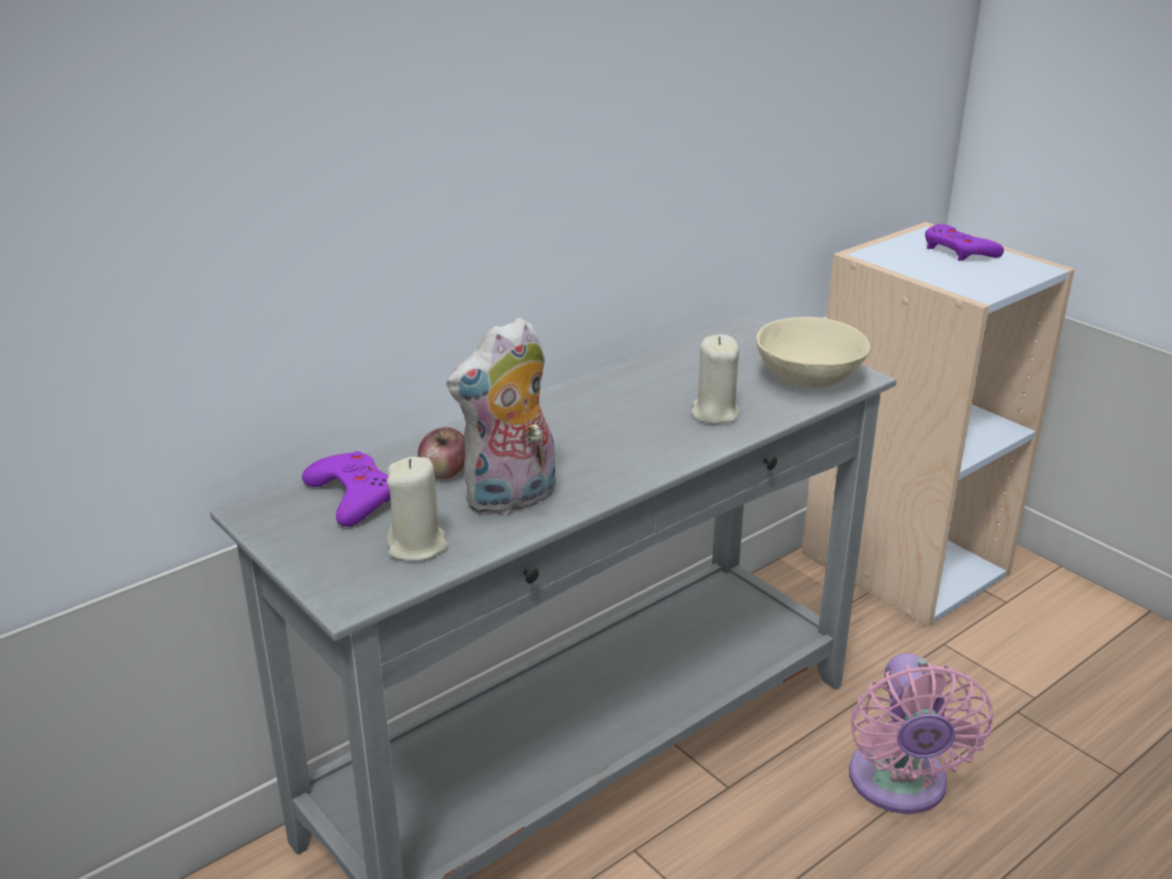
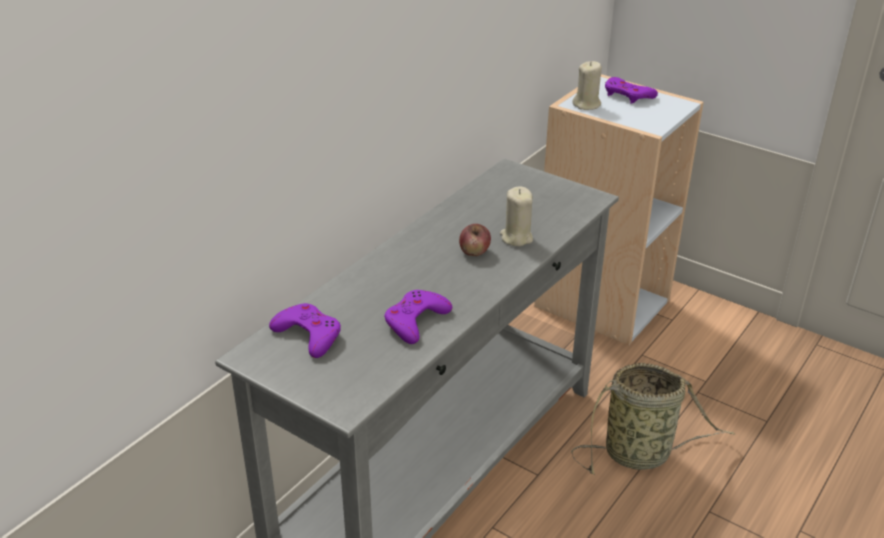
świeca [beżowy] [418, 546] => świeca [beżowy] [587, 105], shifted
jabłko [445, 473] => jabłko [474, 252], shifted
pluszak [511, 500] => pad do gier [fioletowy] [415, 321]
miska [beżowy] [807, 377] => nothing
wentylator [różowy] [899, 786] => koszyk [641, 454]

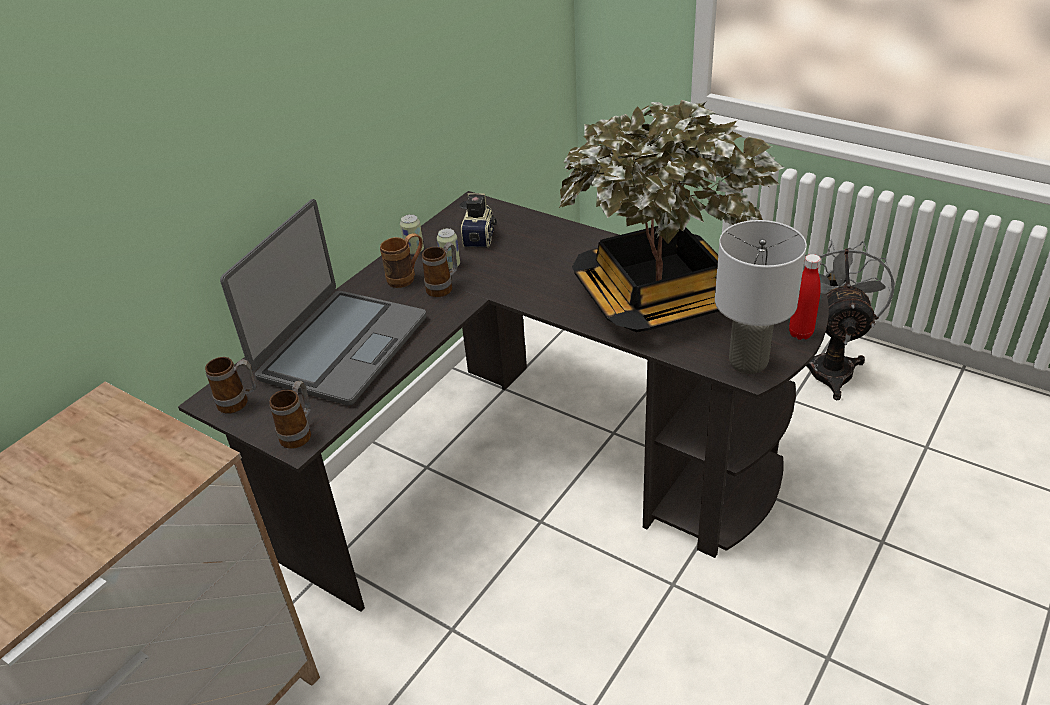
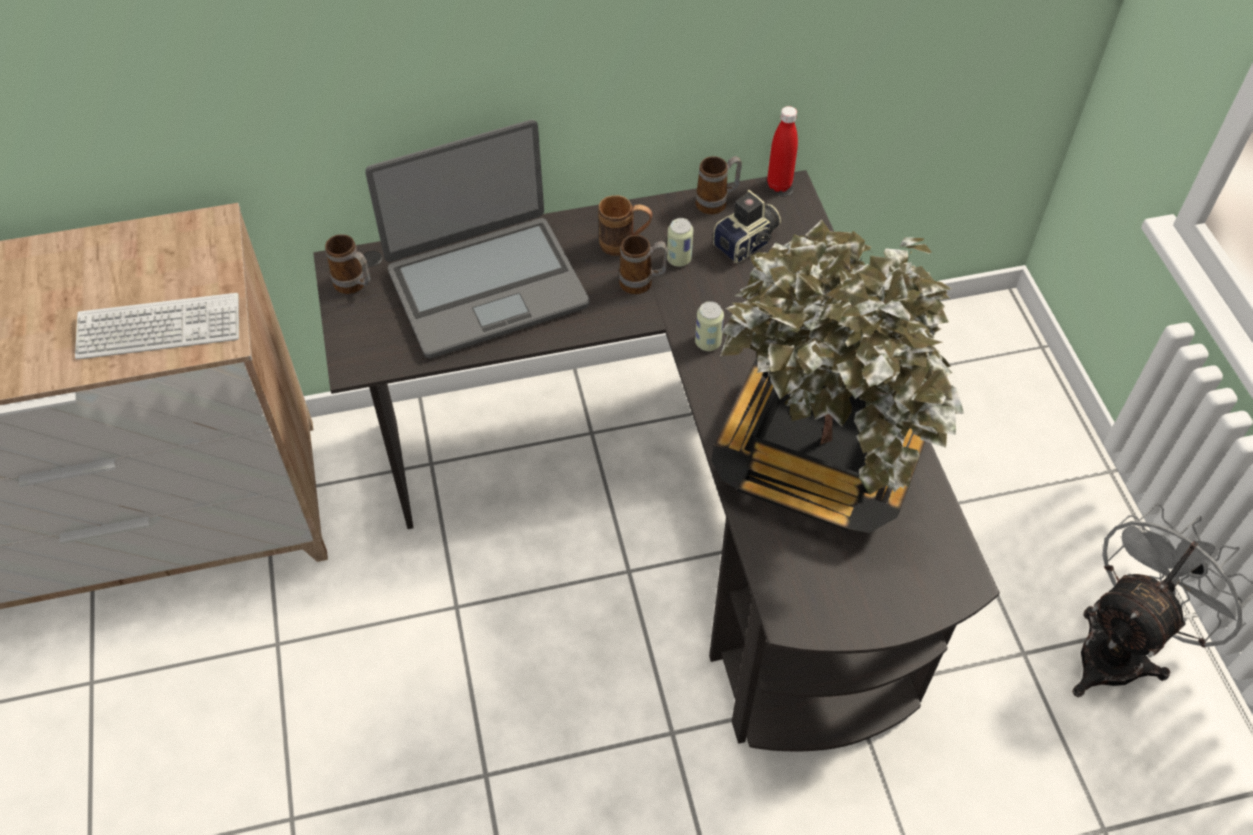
kubek [300, 433] => kubek [717, 202], shifted
puszka [414, 250] => puszka [708, 342], shifted
lampa stołowa [biały] [747, 362] => nothing
butelka [czerwony] [800, 333] => butelka [czerwony] [779, 185], shifted
nothing => klawiatura [159, 328]

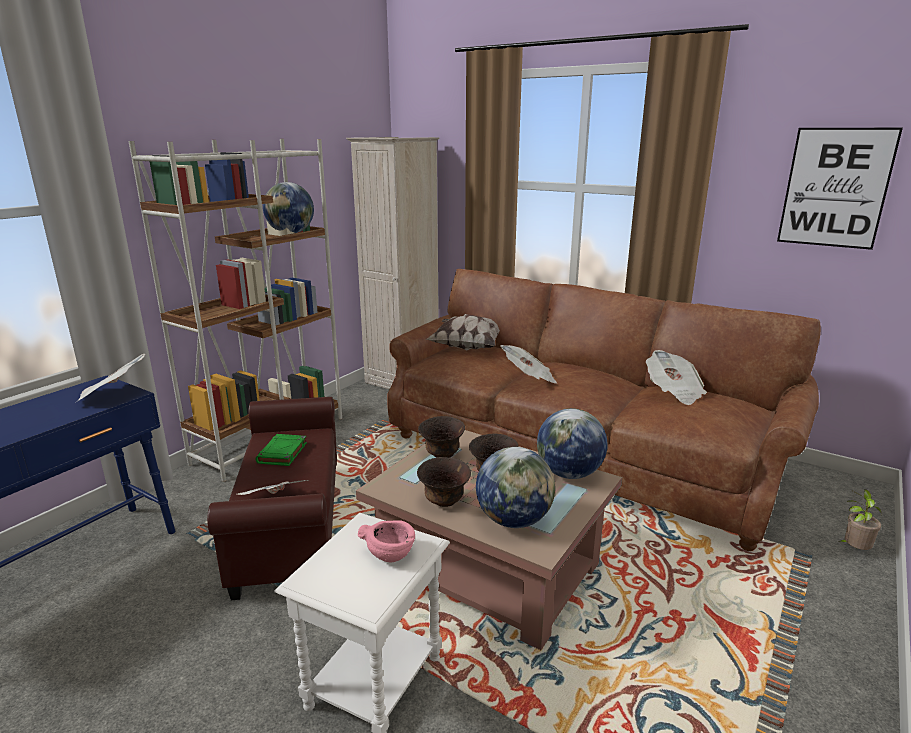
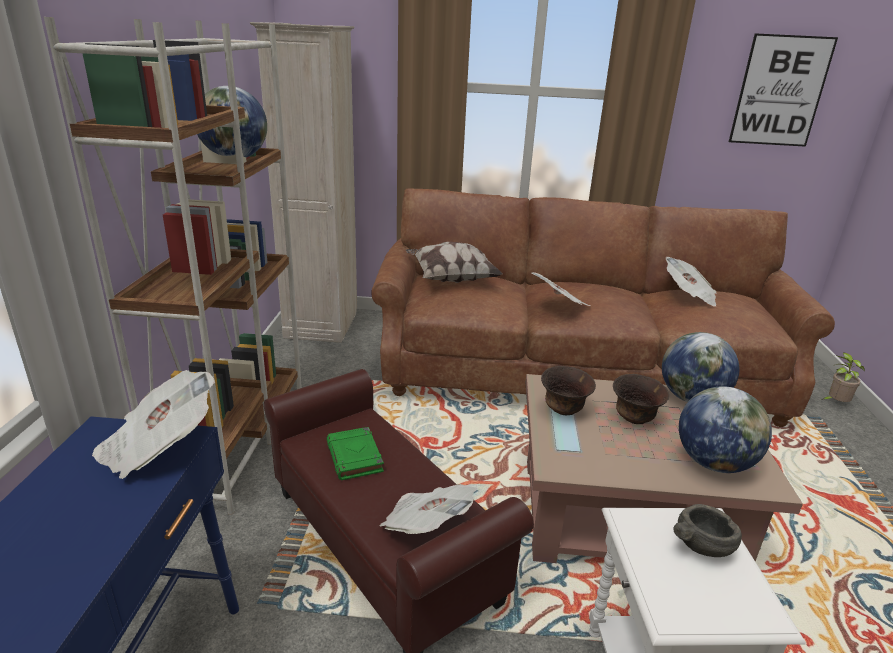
miska [różowy] [391, 553] => miska [szary] [702, 545]
miska [brązowy] [444, 502] => nothing

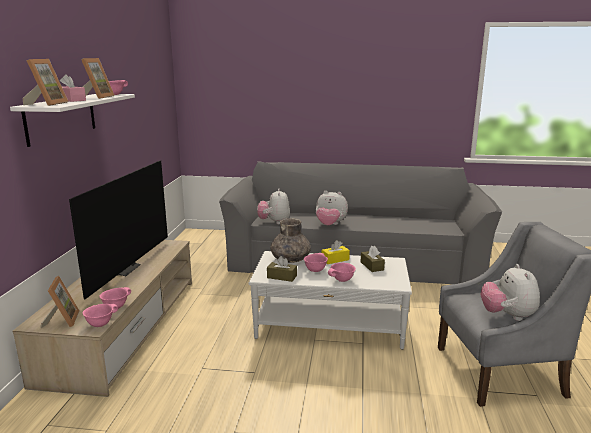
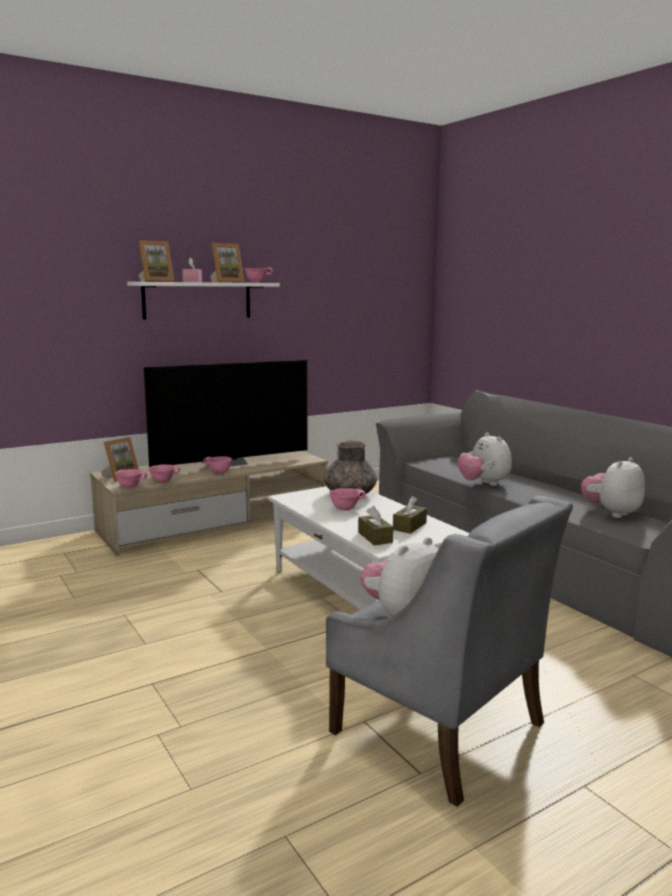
pluszak [274, 222] => pluszak [611, 513], shifted
pudełko chusteczek [brązowy] [282, 277] => pudełko chusteczek [brązowy] [375, 537], shifted
pudełko chusteczek [żółty] [335, 259] => nothing
miska [różowy] [342, 280] => miska [różowy] [218, 473], shifted

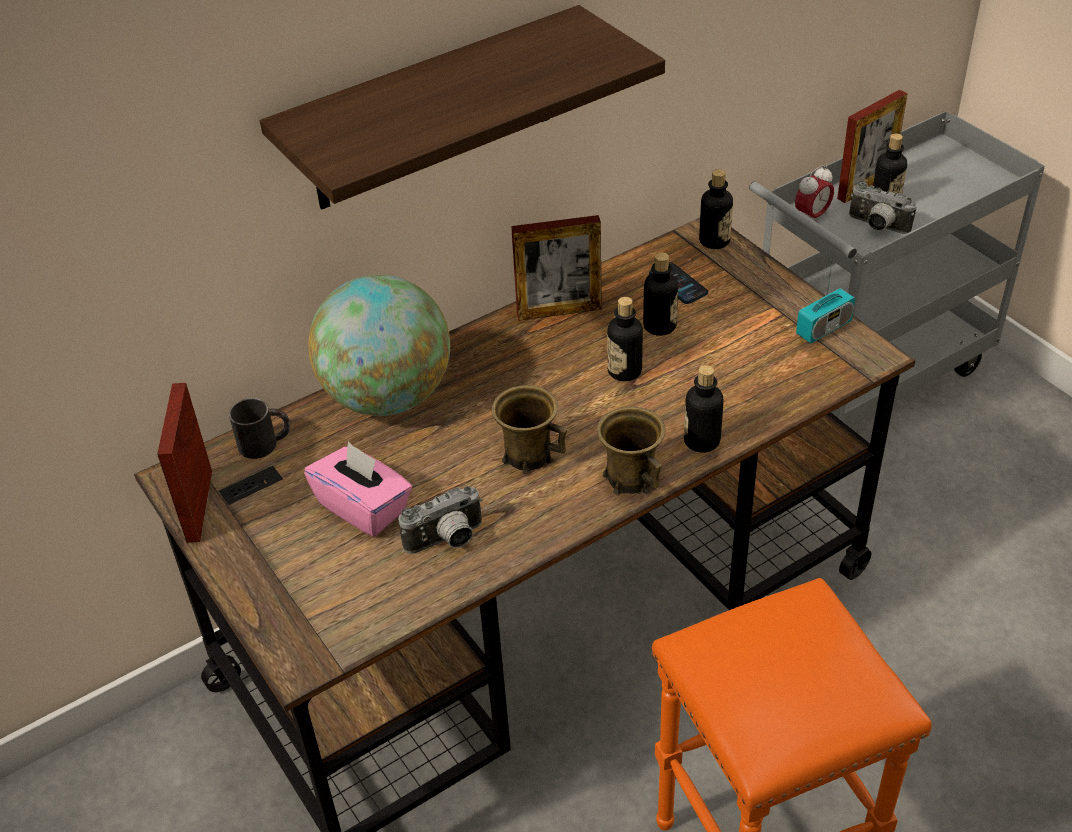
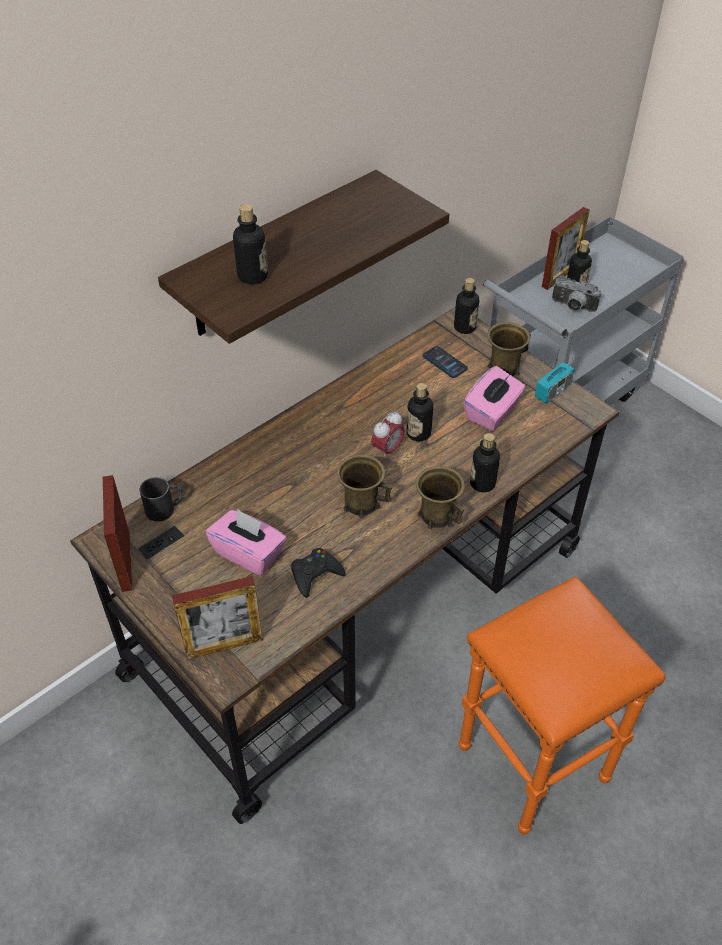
globus [387, 397] => nothing
aparat fotograficzny [447, 541] => pad do gier [czarny] [315, 574]
ramka na zdjęcie [559, 311] => ramka na zdjęcie [224, 645], shifted
butelka [659, 326] => butelka [253, 276], shifted
budzik [812, 216] => budzik [387, 450], shifted
nothing => pudełko chusteczek [różowy] [492, 413]
nothing => kubek [brązowy] [504, 367]

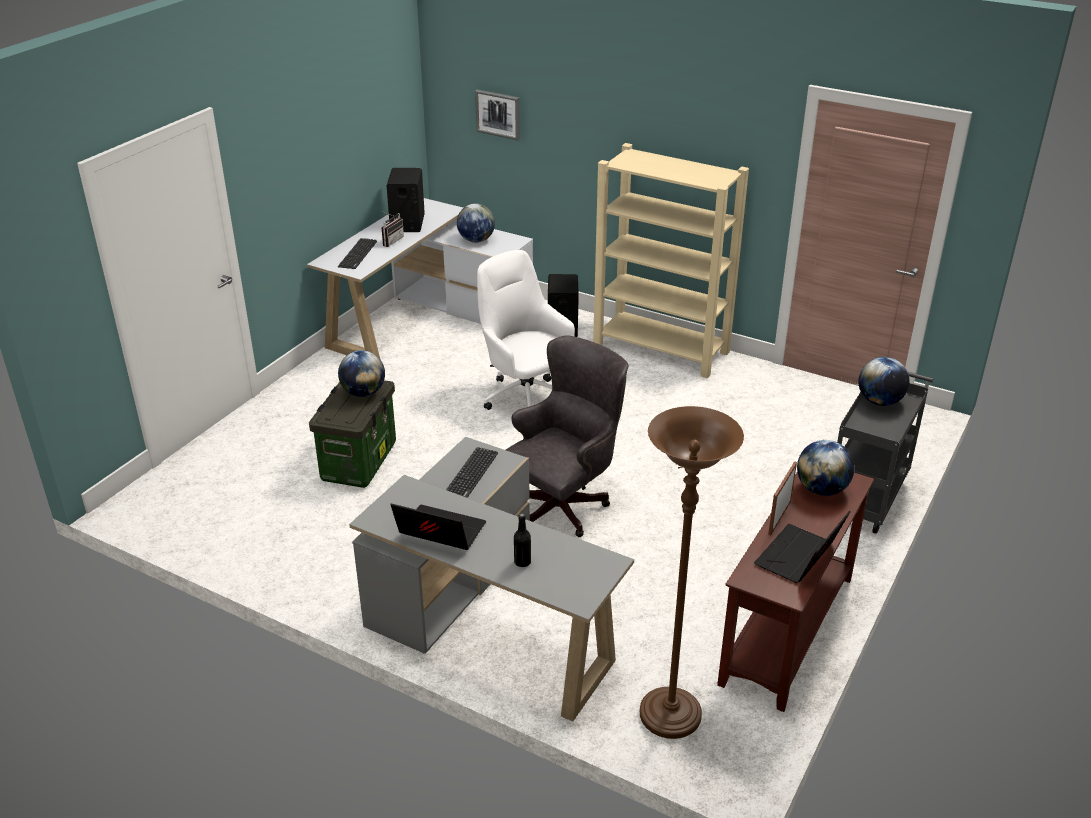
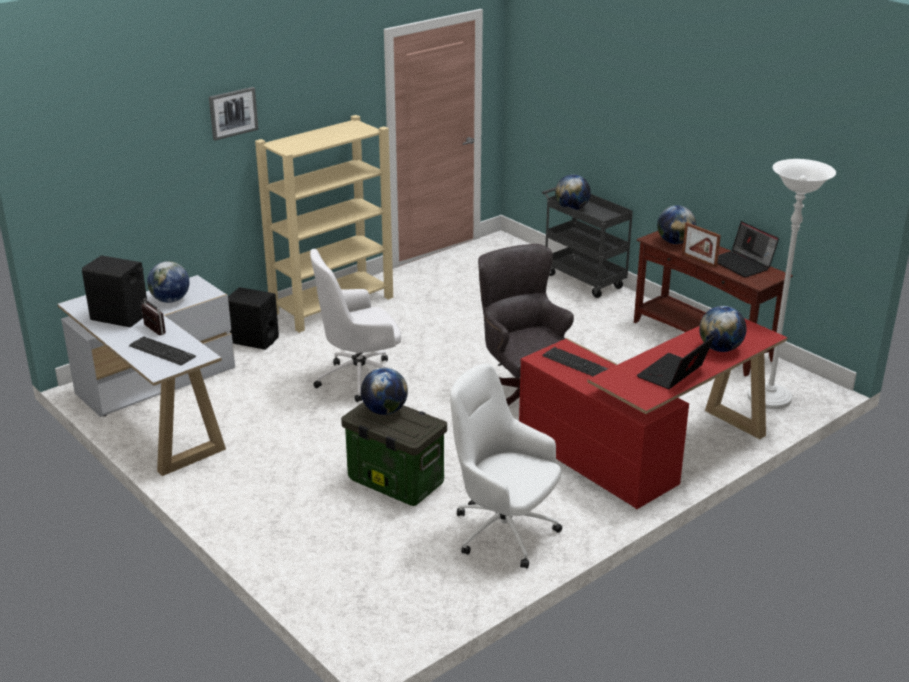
biurko [szary] [486, 619] => biurko [czerwony] [648, 451]
obraz [498, 114] => obraz [233, 113], shifted
butelka [czarny] [522, 562] => globus [720, 349]
lampa stojąca [brązowy] [670, 716] => lampa stojąca [biały] [769, 399]
nothing => krzesło biurowe [biały] [503, 533]

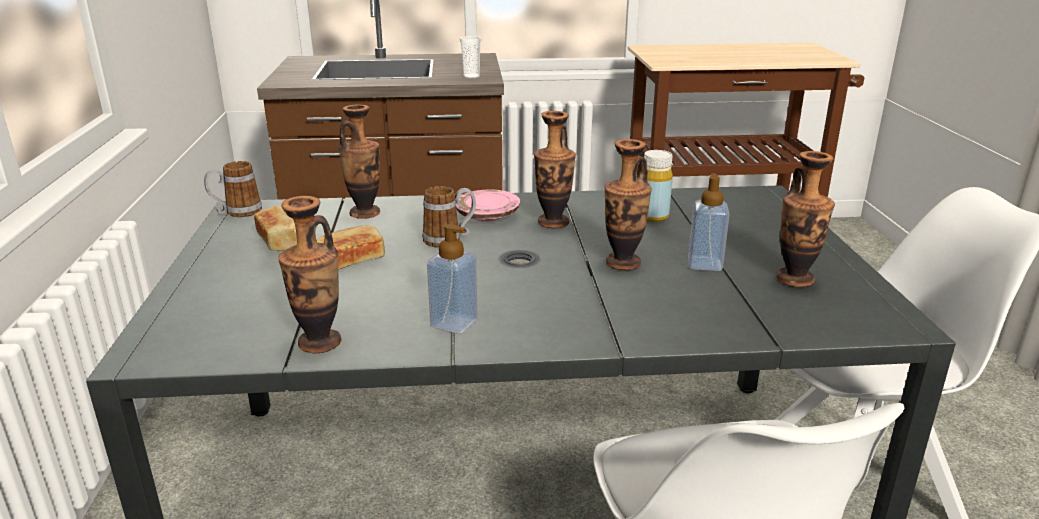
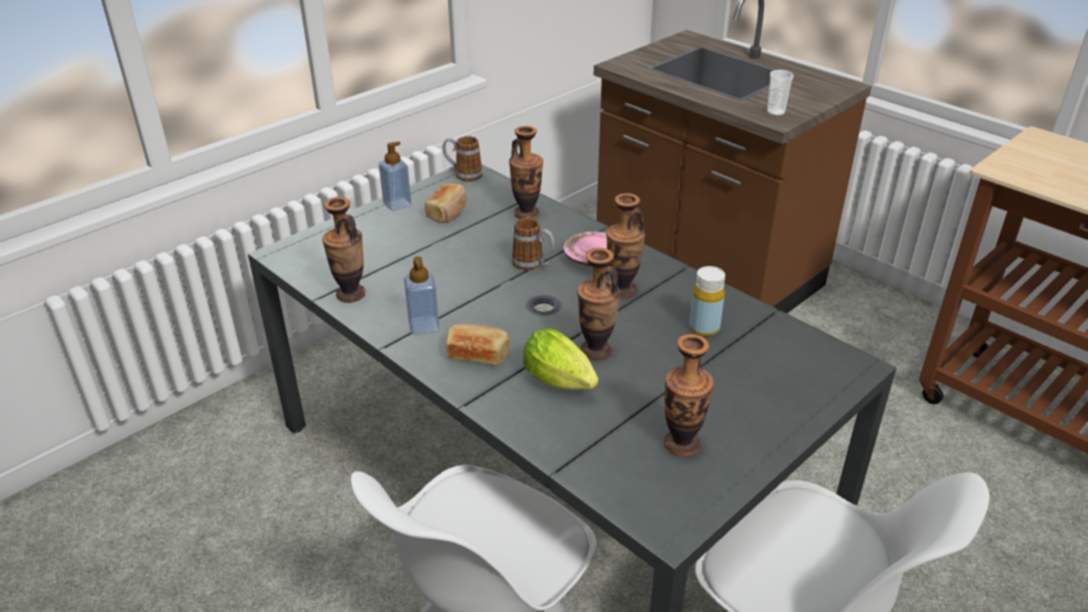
chleb [350, 261] => chleb [478, 354], shifted
dozownik mydła [704, 264] => dozownik mydła [397, 204], shifted
nothing => sałata [562, 383]

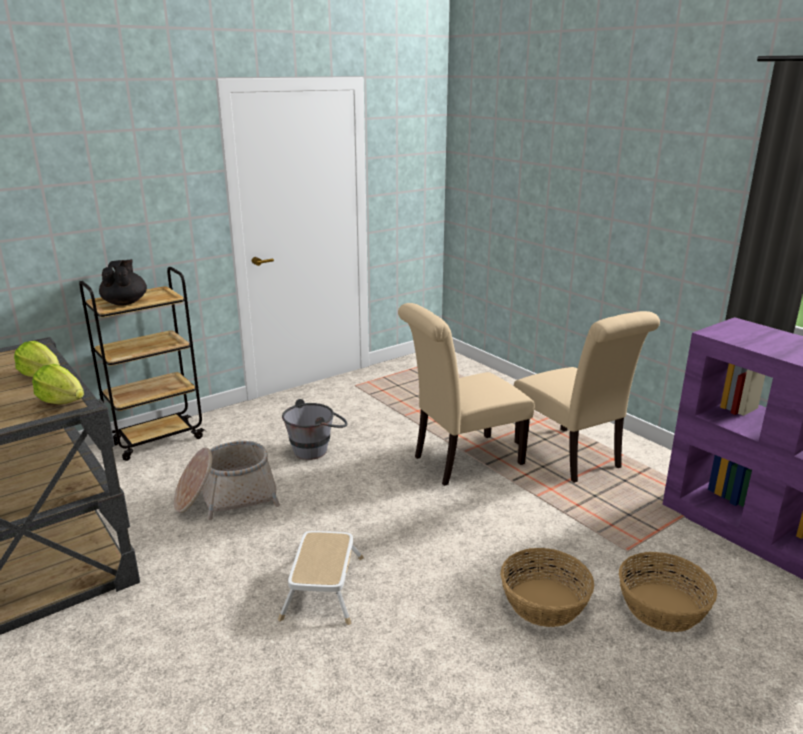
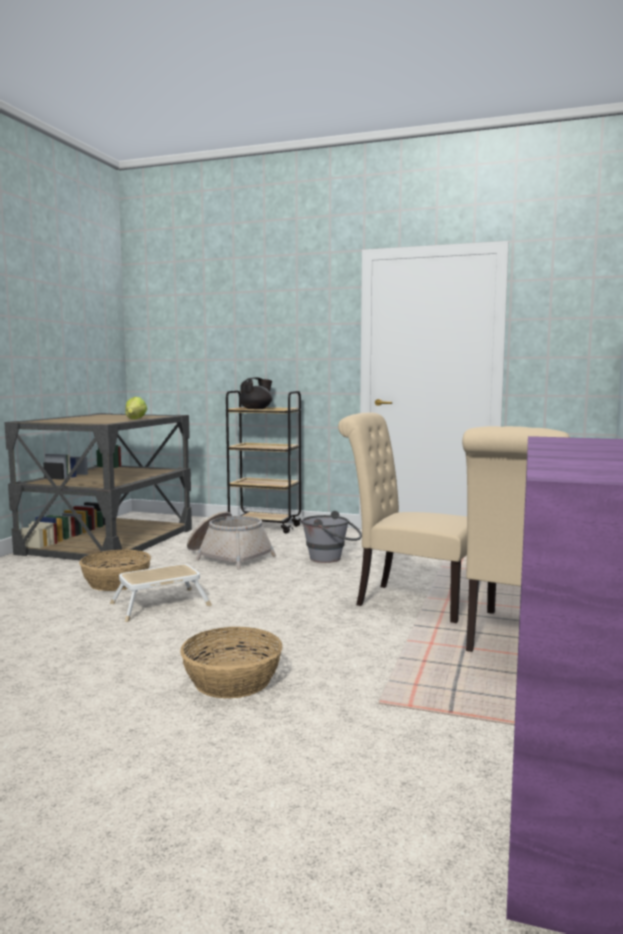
sałata [62, 401] => nothing
koszyk [663, 607] => koszyk [116, 583], shifted

